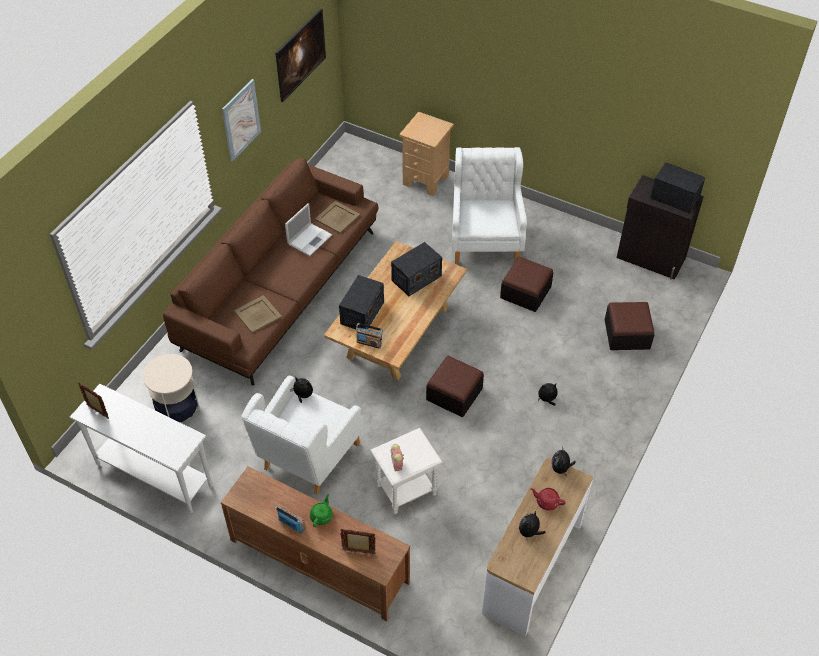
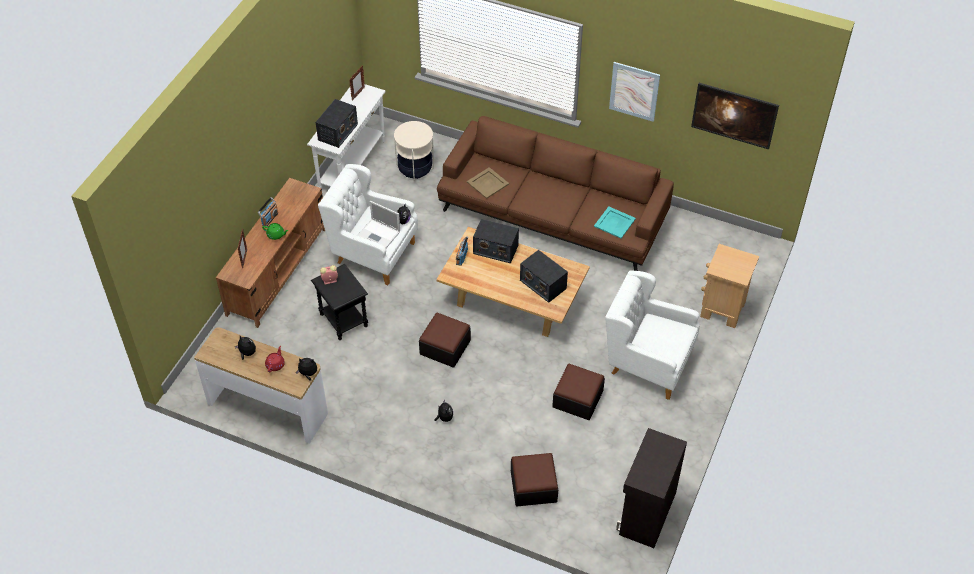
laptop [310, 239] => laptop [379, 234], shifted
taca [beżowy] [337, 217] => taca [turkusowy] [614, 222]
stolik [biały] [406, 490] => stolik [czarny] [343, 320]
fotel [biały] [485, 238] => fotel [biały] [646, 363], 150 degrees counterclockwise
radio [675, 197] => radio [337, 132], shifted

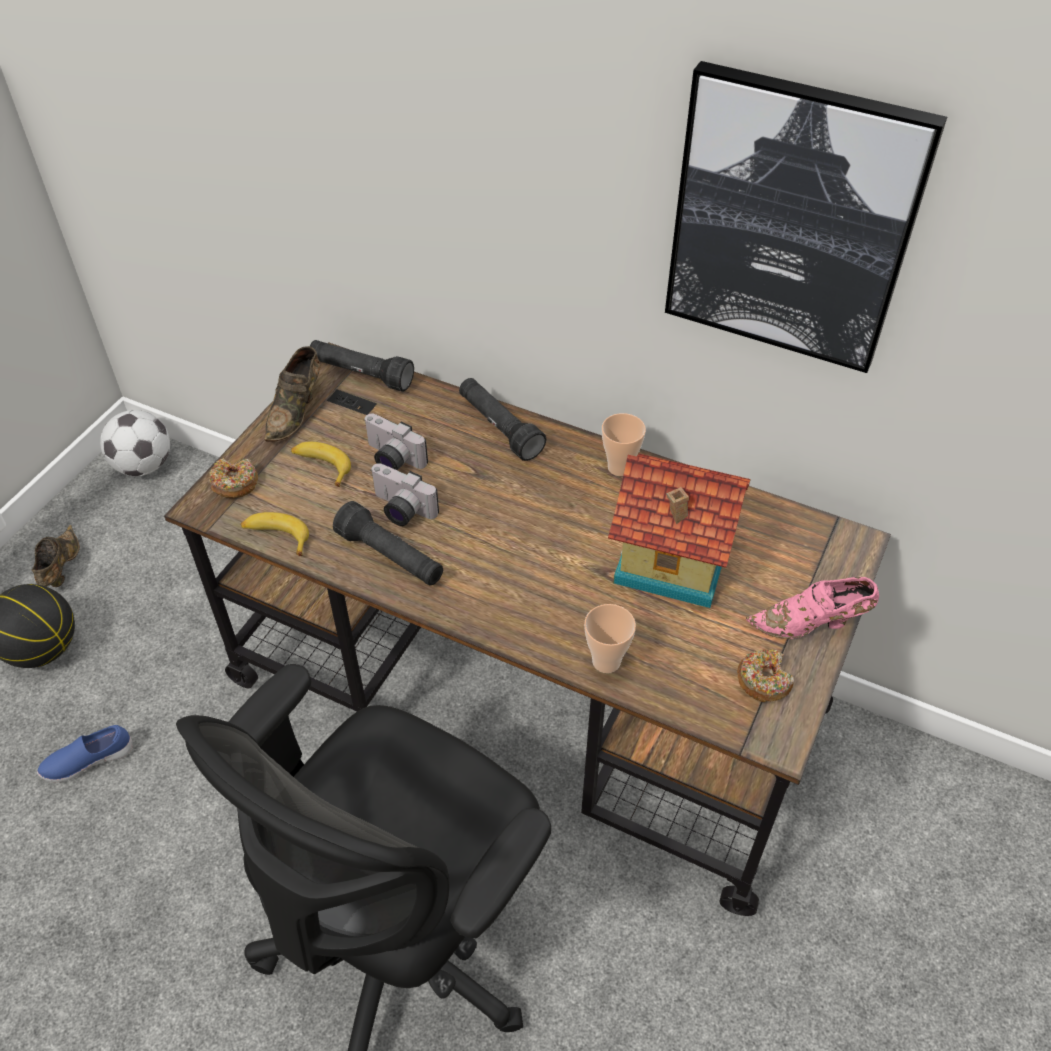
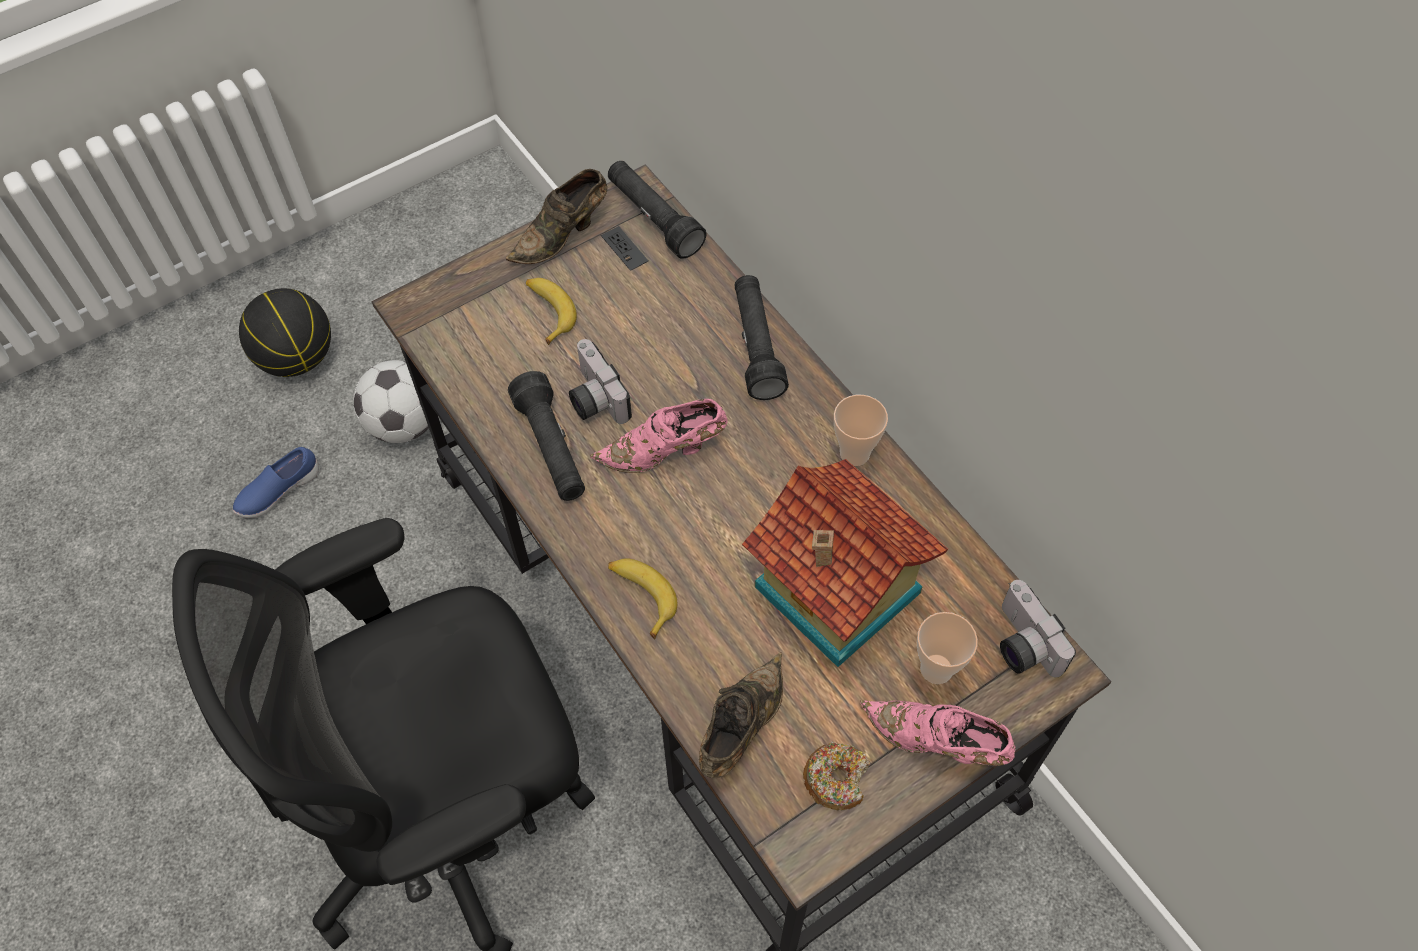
but [brązowy] [60, 568] => but [brązowy] [740, 728], shifted
but [niebieski] [88, 761] => but [niebieski] [278, 491], 45 degrees counterclockwise
piłka futbolowa [144, 466] => piłka futbolowa [404, 424], shifted
donut [234, 483] => nothing
banan [276, 537] => banan [641, 596], shifted
aparat fotograficzny [391, 459] => aparat fotograficzny [1020, 644], shifted
filiżanka [606, 661] => filiżanka [936, 669], shifted
obraz [791, 221] => nothing
nothing => but [różowy] [665, 452]

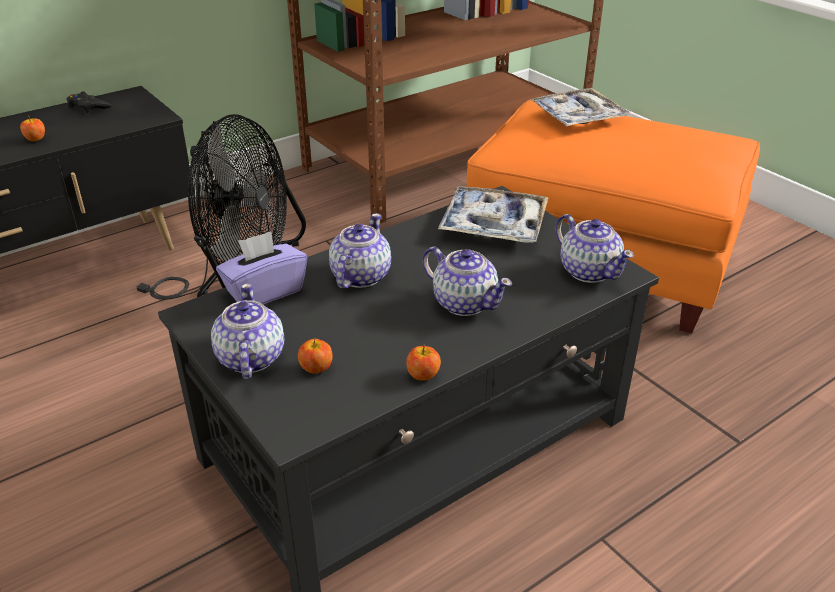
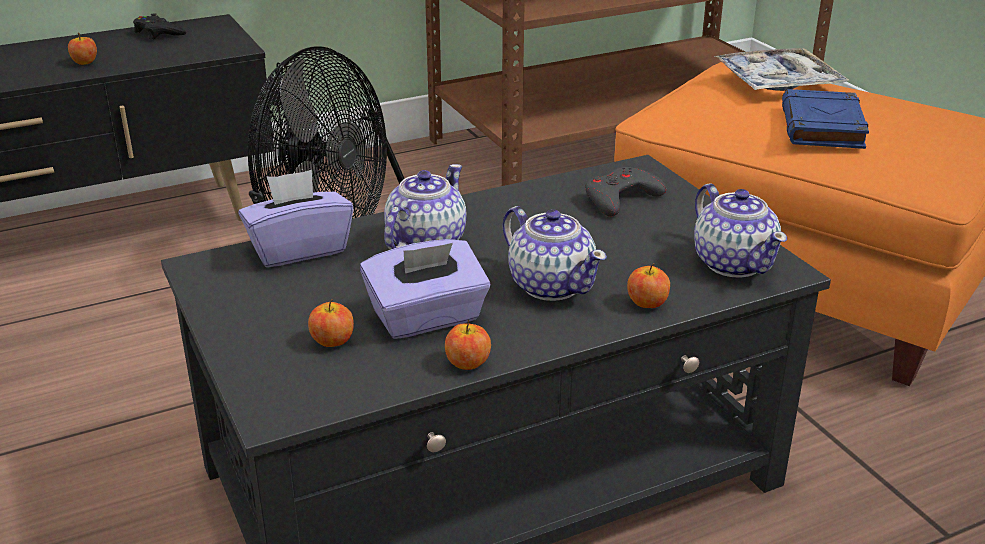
imbryk [250, 359] => nothing
taca [493, 225] => pad do gier [szary] [620, 198]
nothing => pudełko chusteczek [fioletowy] [427, 318]
nothing => jabłko [647, 303]
nothing => książka [niebieski] [822, 127]

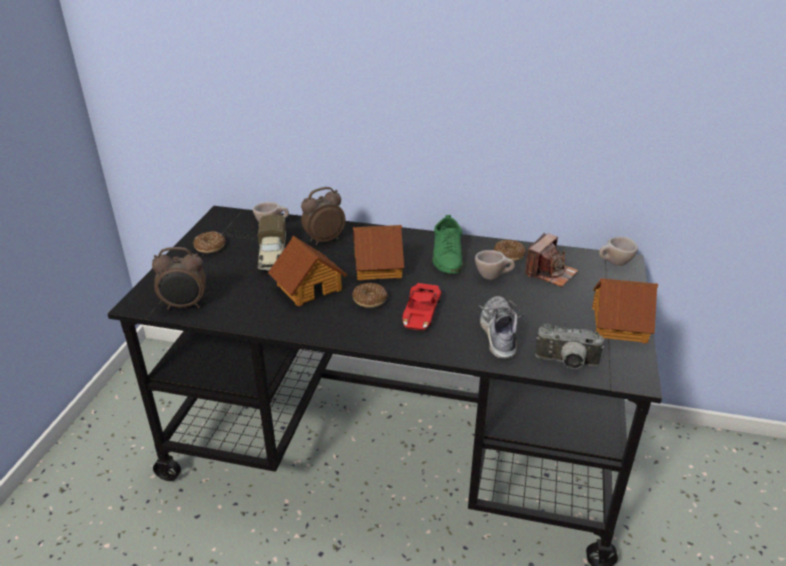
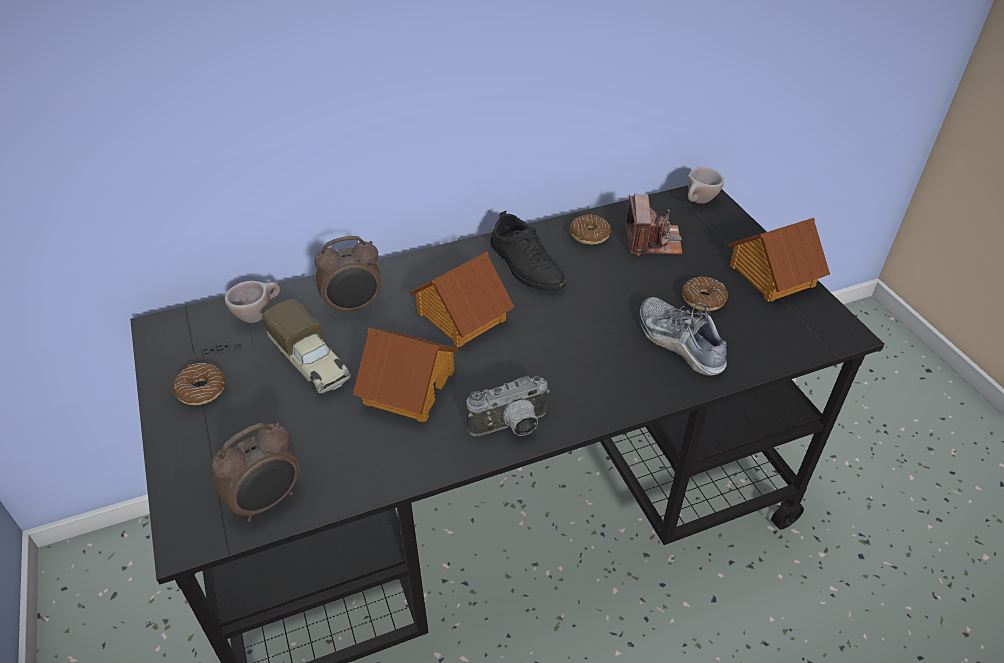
budzik [324, 240] => budzik [354, 307], 135 degrees counterclockwise
donut [370, 300] => donut [703, 299], shifted
samochodzik [czerwony] [421, 312] => nothing
but [zielony] [447, 256] => but [czarny] [526, 265]
filiżanka [beżowy] [493, 277] => nothing
aparat fotograficzny [566, 363] => aparat fotograficzny [511, 427], shifted

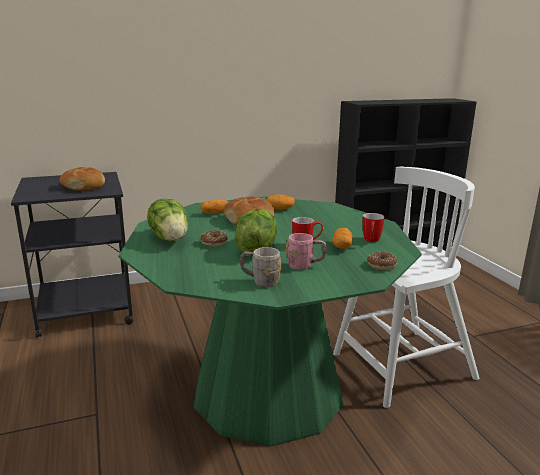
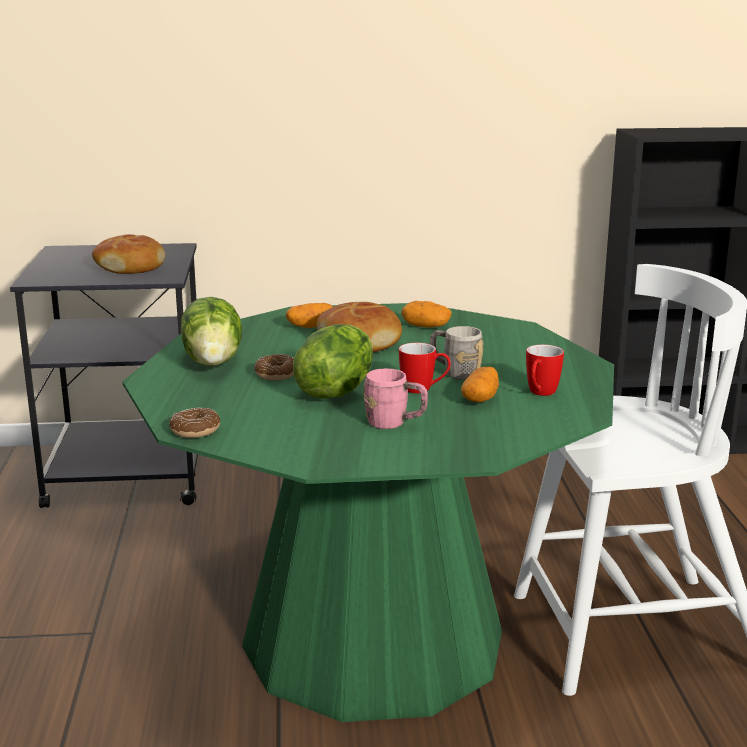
kubek [szary] [260, 281] => kubek [szary] [455, 372], shifted
donut [381, 265] => donut [195, 431], shifted

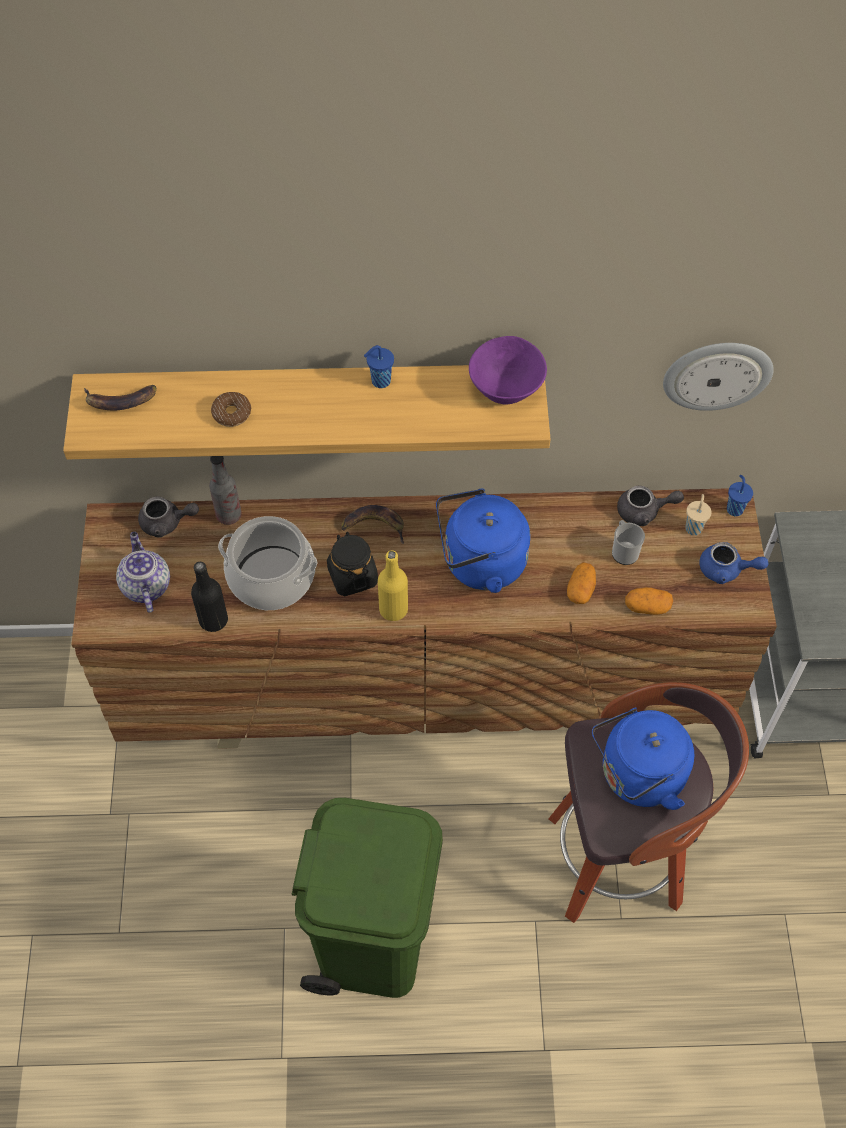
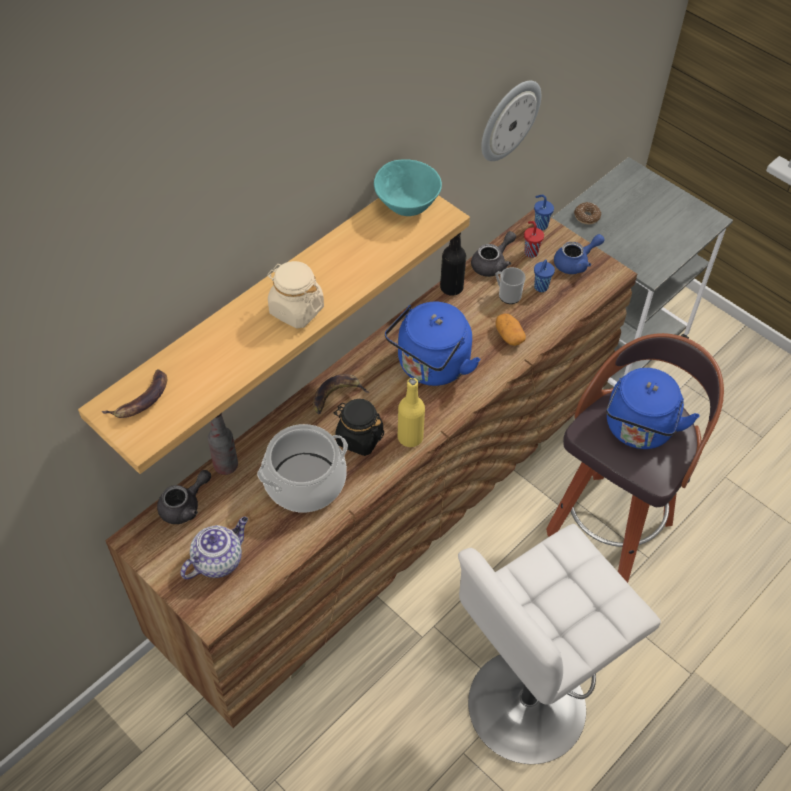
imbryk [145, 585] => imbryk [218, 559], 105 degrees clockwise
butelka [czarny] [213, 620] => butelka [czarny] [451, 288], shifted
donut [231, 413] => donut [586, 216], shifted
kosz na śmieci [zielony] [373, 939] => stołek [biały] [525, 705]
filiżanka [niebieski] [379, 381] => filiżanka [niebieski] [540, 288], shifted
miska [fioletowy] [503, 389] => miska [turkusowy] [405, 207]
ziemniak [647, 607] => nothing
filiżanka [beżowy] [693, 527] => filiżanka [czerwony] [530, 252]
nothing => słoik [beżowy] [296, 310]

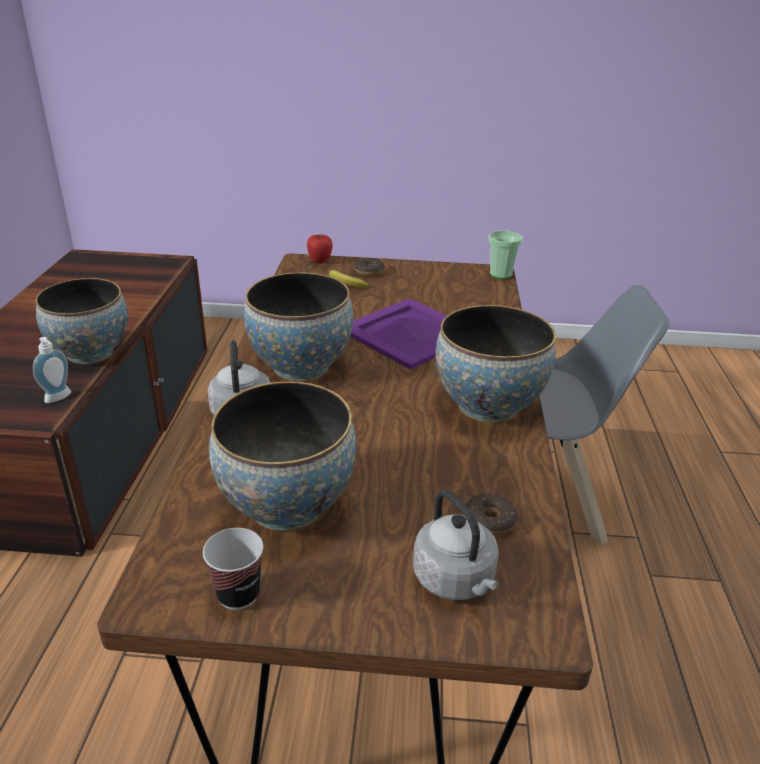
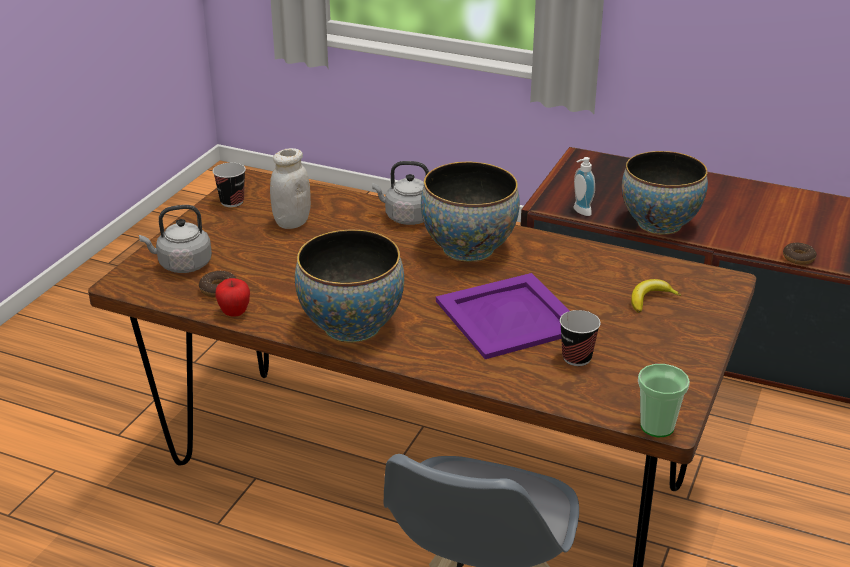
miska [287, 506] => słoik [biały] [292, 222]
jabłko [320, 261] => jabłko [234, 313], shifted
donut [369, 271] => donut [798, 258], shifted
nothing => filiżanka [576, 358]

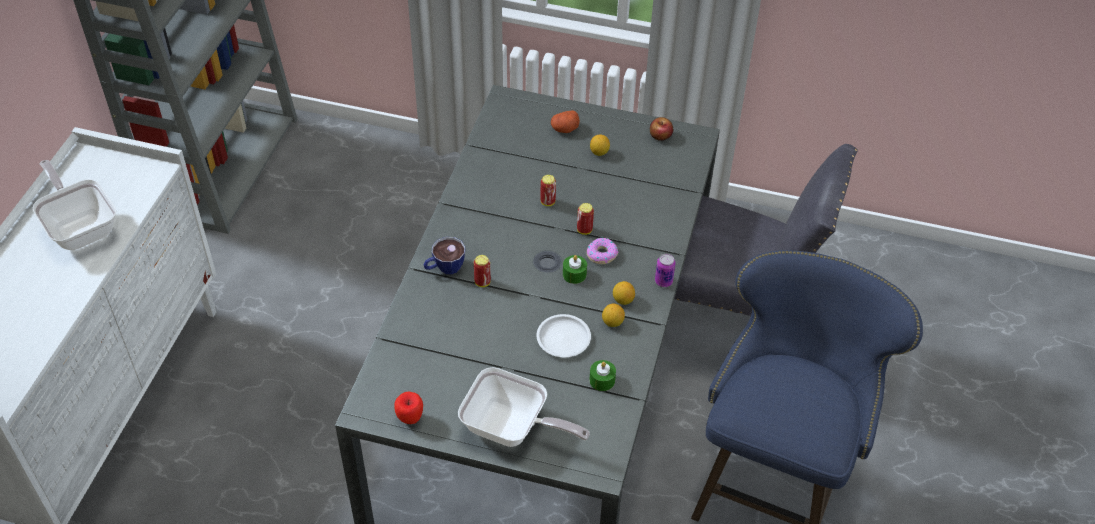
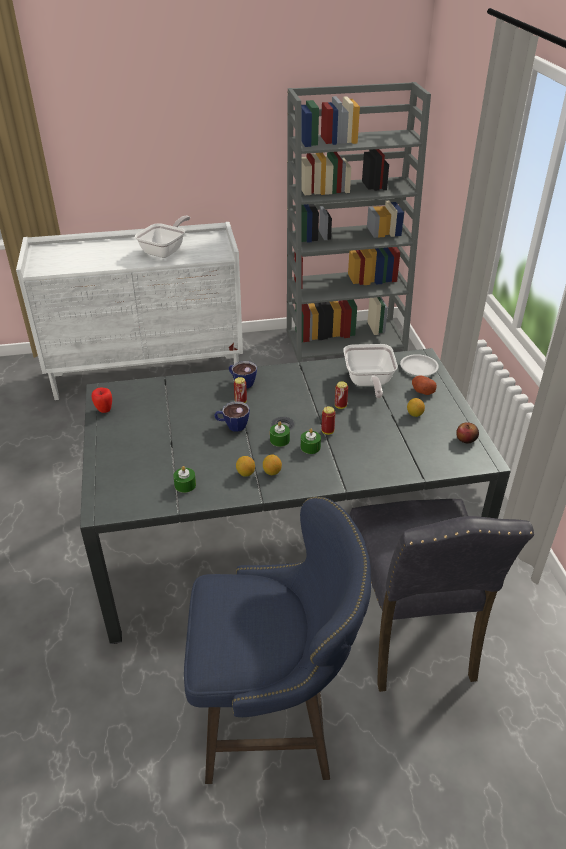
patelnia [512, 429] => patelnia [368, 383], shifted
talerz [biały] [563, 339] => talerz [biały] [418, 367], shifted
donut [601, 254] => świeca [zielony] [310, 447]
puszka [663, 281] => nothing
nothing => filiżanka [232, 426]

